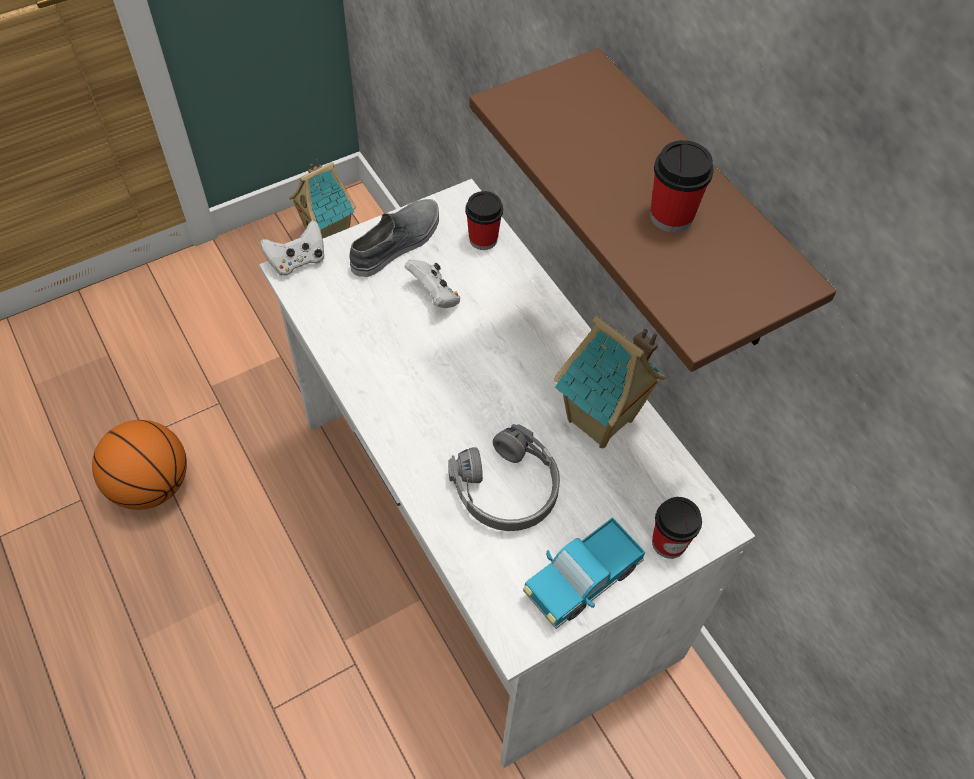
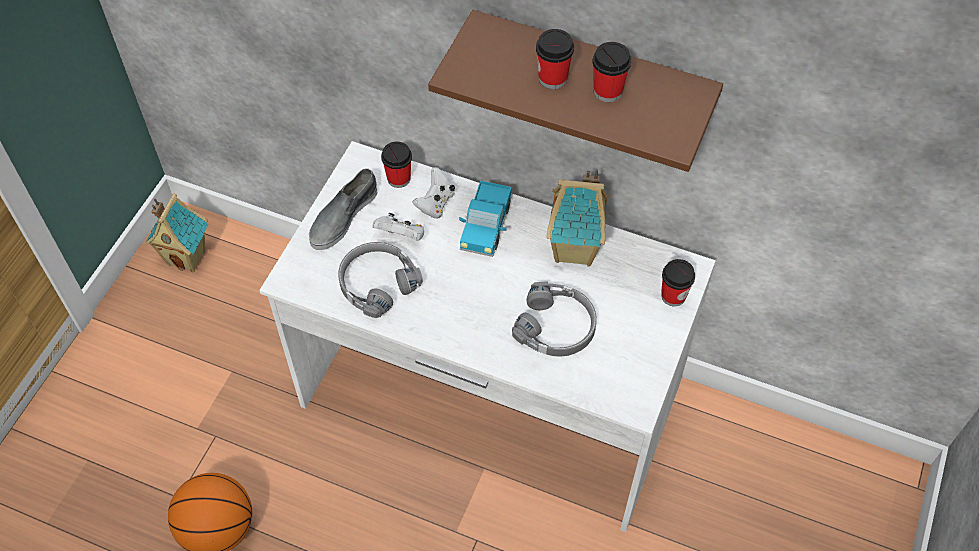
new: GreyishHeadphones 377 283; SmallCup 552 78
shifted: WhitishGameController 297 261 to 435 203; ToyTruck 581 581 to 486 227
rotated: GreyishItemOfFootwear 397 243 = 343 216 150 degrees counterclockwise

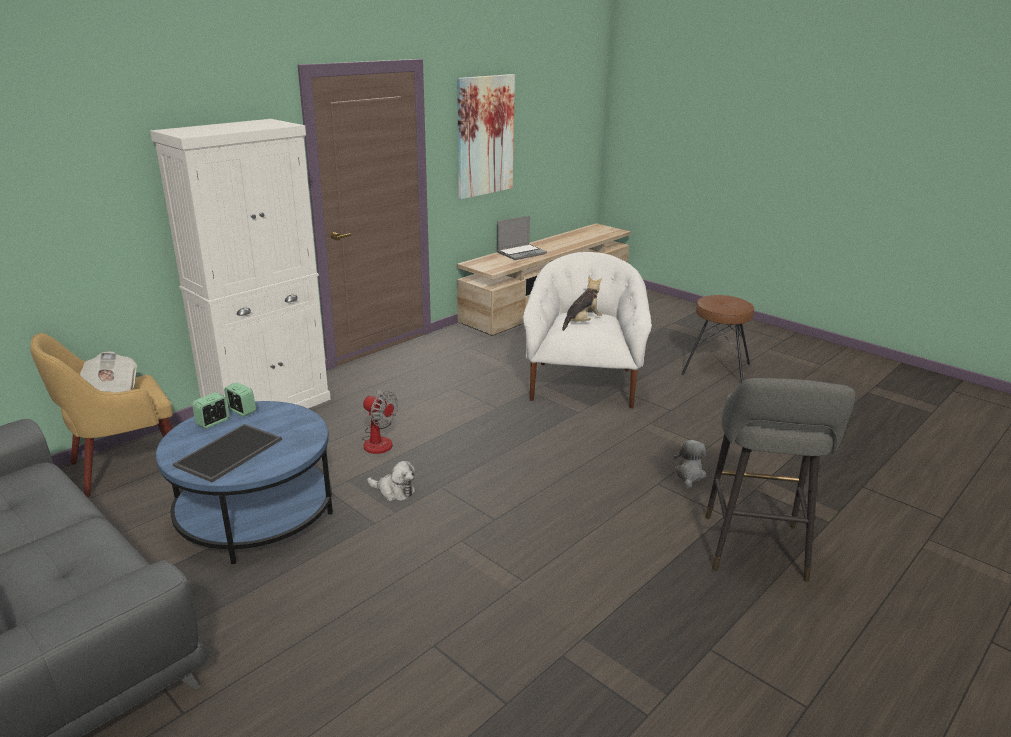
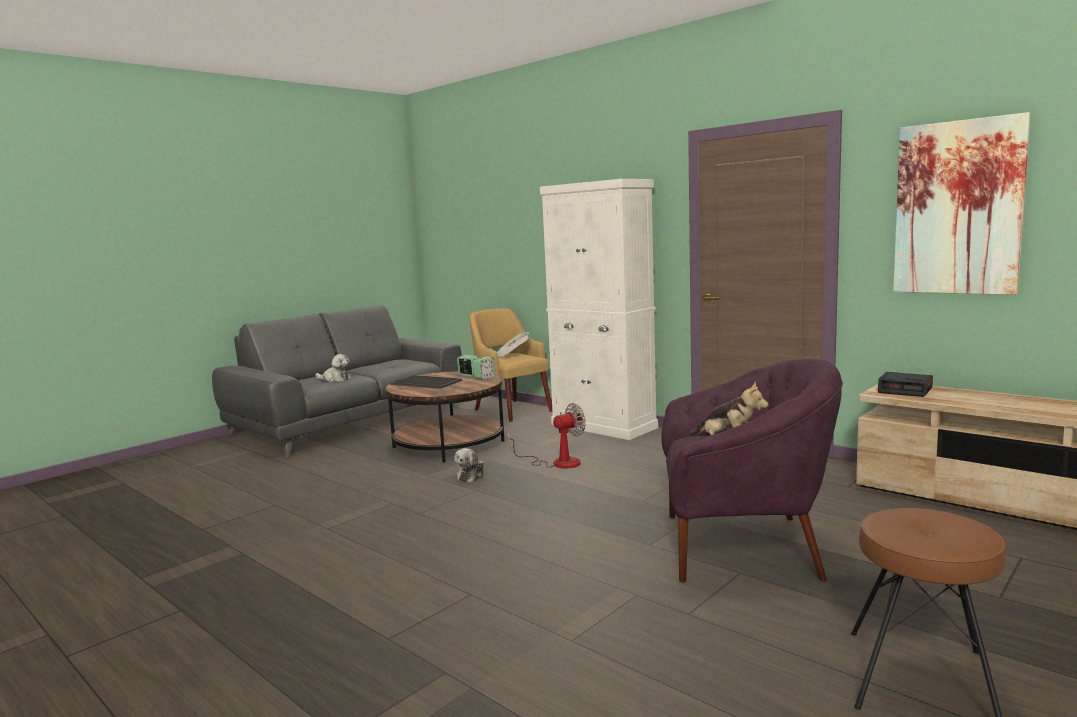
gone: NotebookComputer 521 253; GreyishStool 755 552
new: AlarmClock 905 390
shifted: CuddlyToy 689 475 to 335 379
repainted: BlueCoffeeTable 255 513 to BrownishCoffeeTable 448 444; WhitishEasyChair 582 384 to PurpleEasyChair 742 546
rotated: ElectricFan 379 440 = 557 463 150 degrees counterclockwise

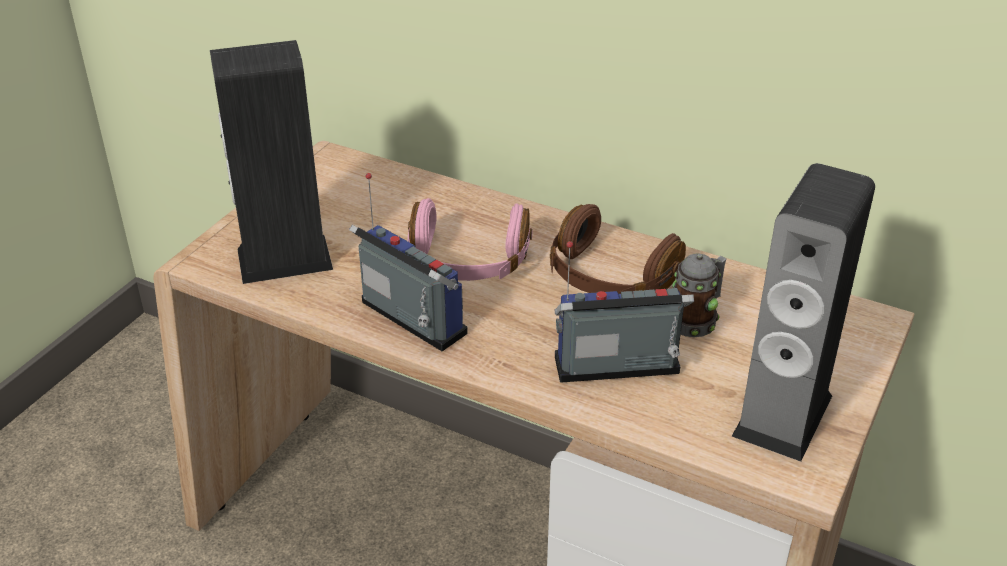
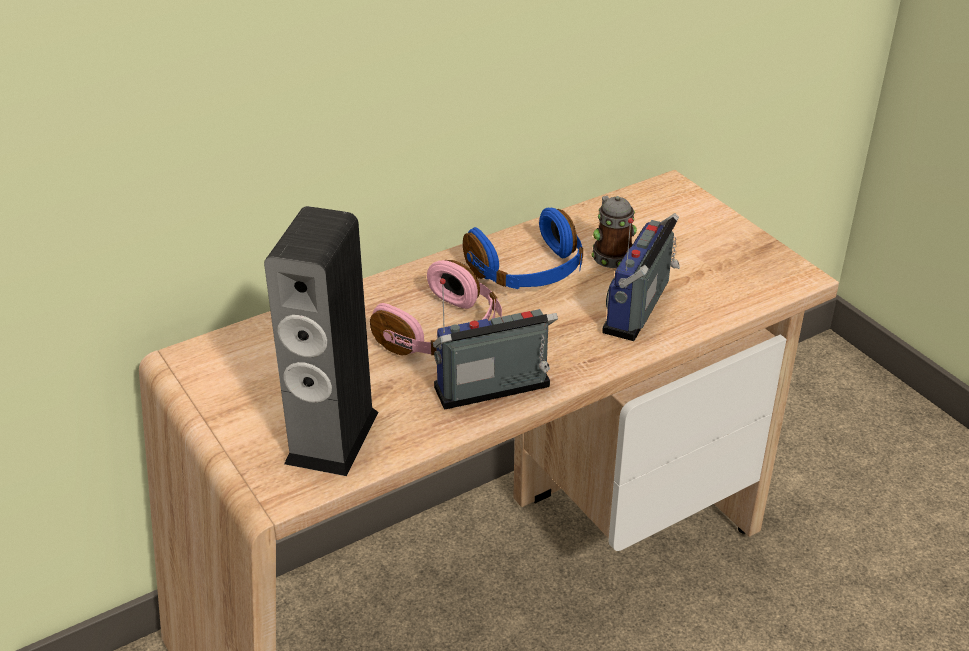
gone: Speaker 782 415
repainted: BrownishHeadphones 608 278 to BlueHeadphones 528 272

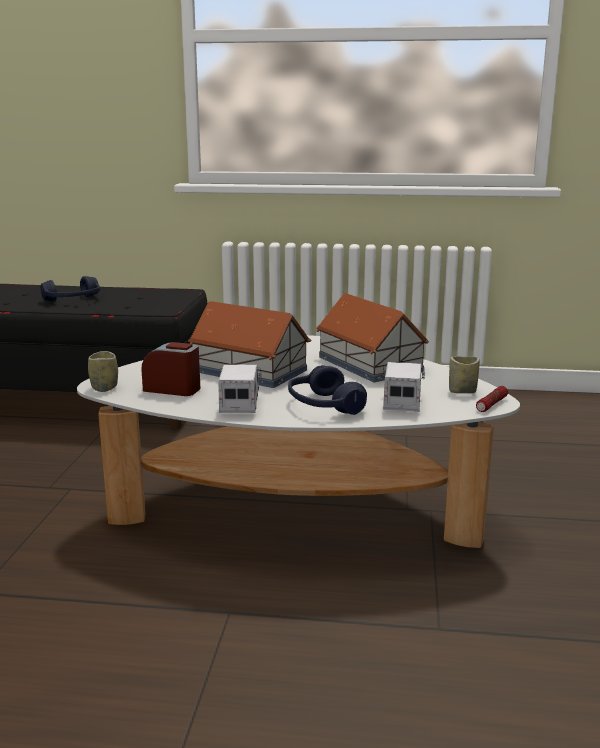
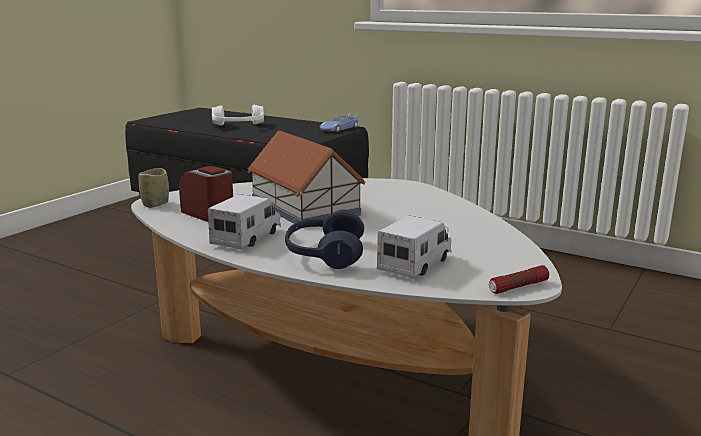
gone: ModelHouse 370 364; SmallCup 462 391
new: MiniatureCar 339 128
repainted: BlueHeadphones 73 300 to WhitishHeadphones 238 126

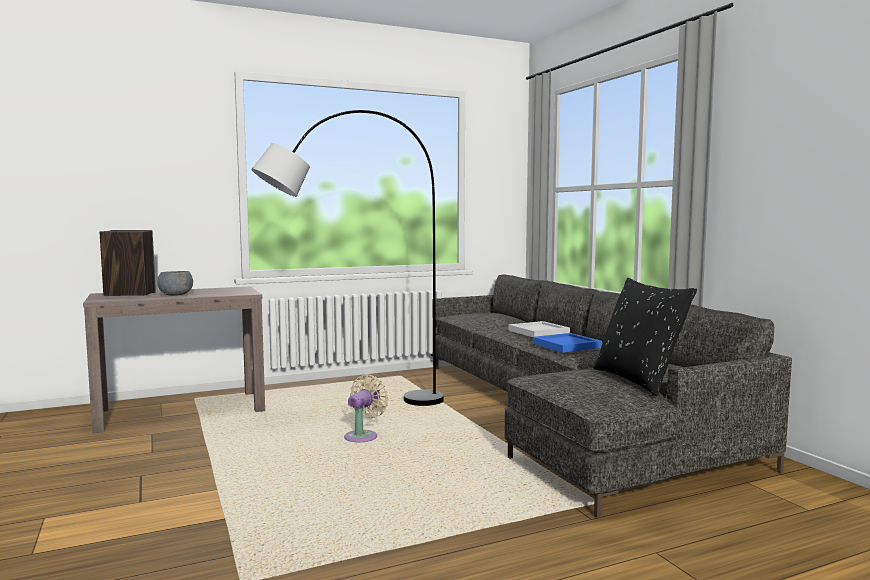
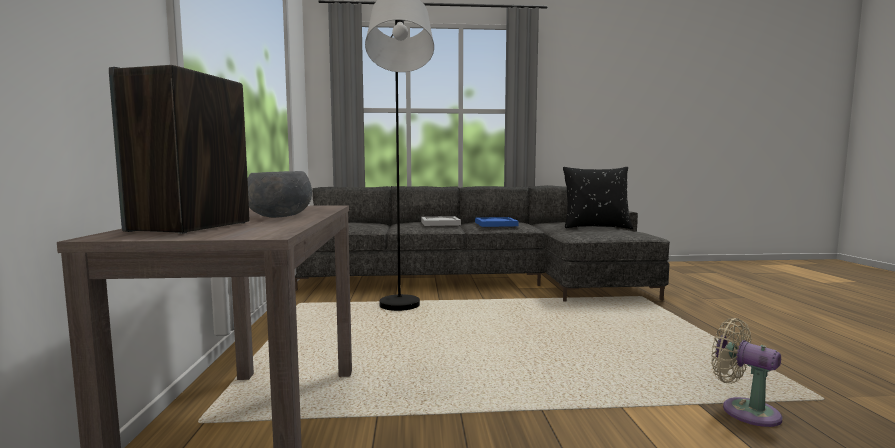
shifted: BeigeColouredElectricFan 363 436 to 744 410

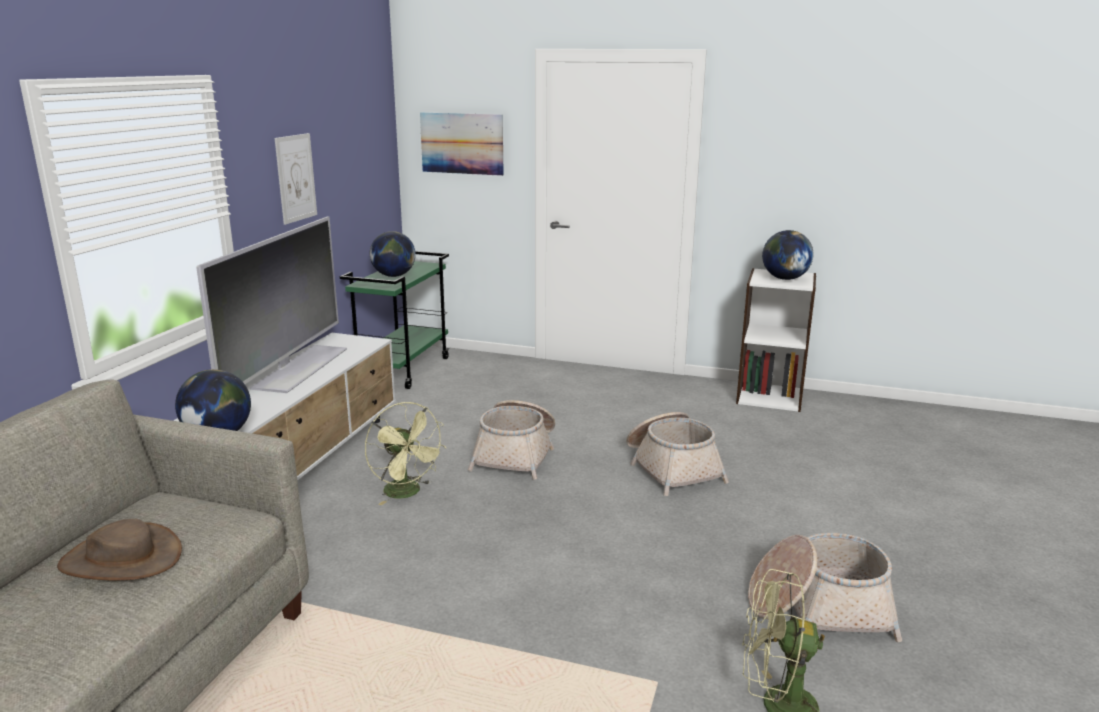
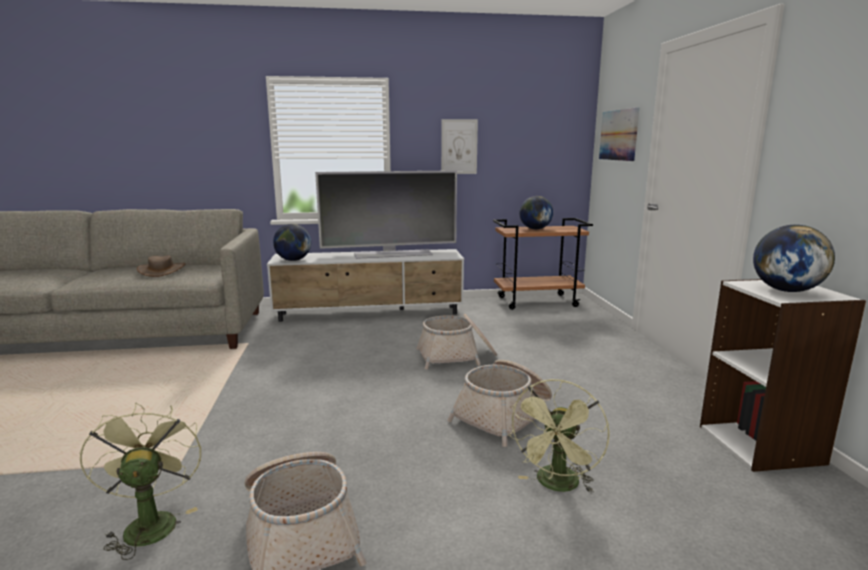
shifted: GreenishElectricFan 407 493 to 557 486
repainted: GreenishTrolley 403 369 to BrownishTrolley 537 301

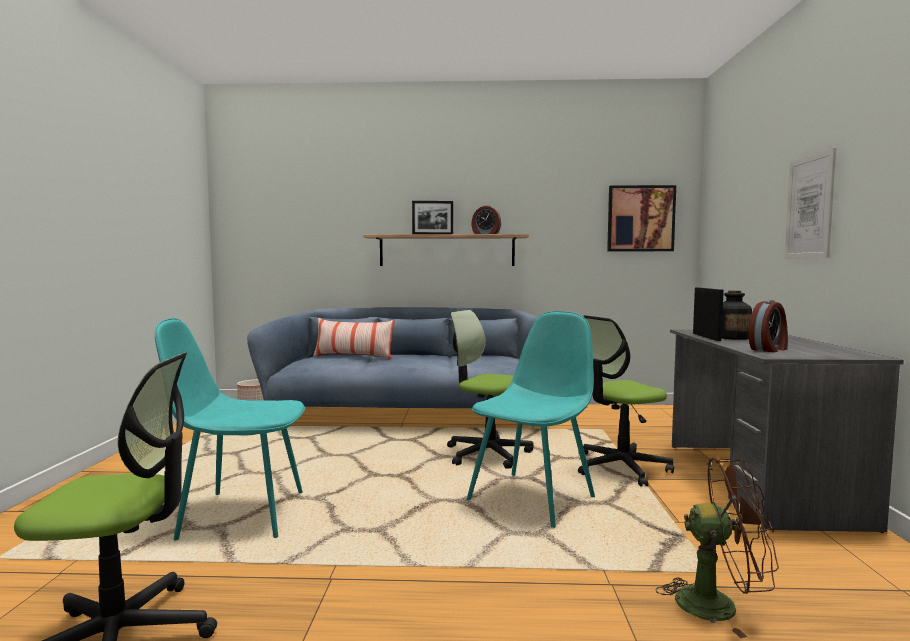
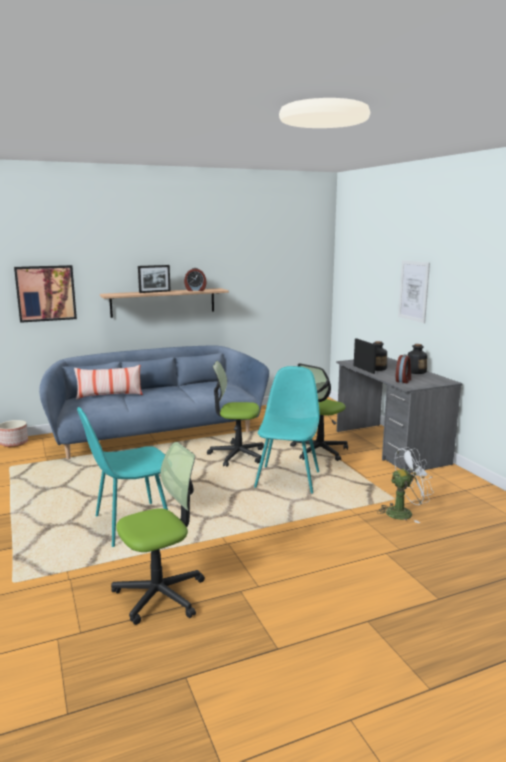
new: DrinkBottle 415 371
shifted: WallPicture 640 218 to 46 293
repainted: BrownishElectricFan 719 605 to WhitishElectricFan 404 512

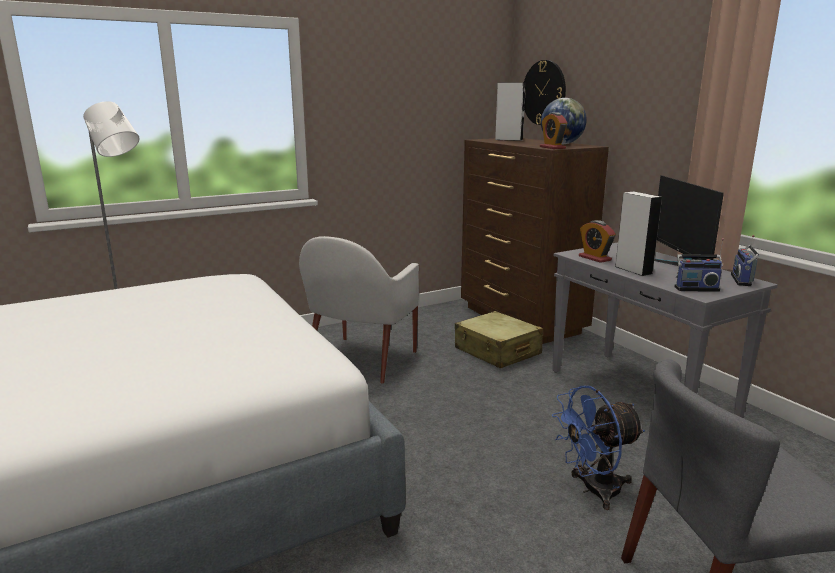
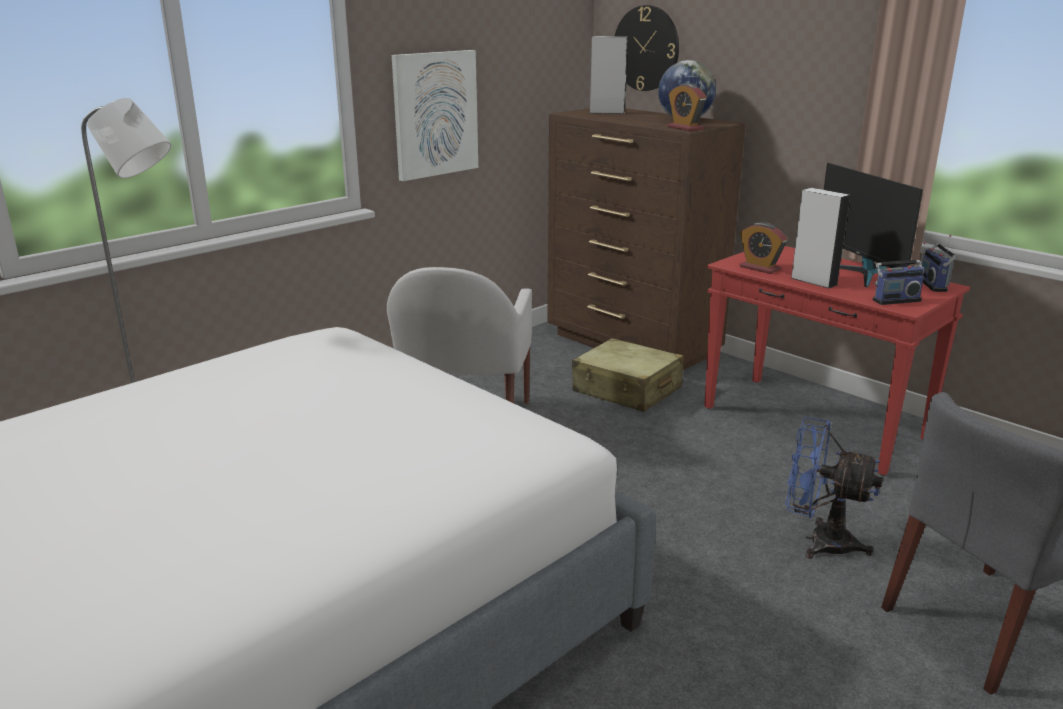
new: WallPicture 435 114
repainted: GreyishConsoleTable 641 394 to ReddishConsoleTable 815 423
rotated: BlueElectricFan 593 490 = 819 541 60 degrees clockwise

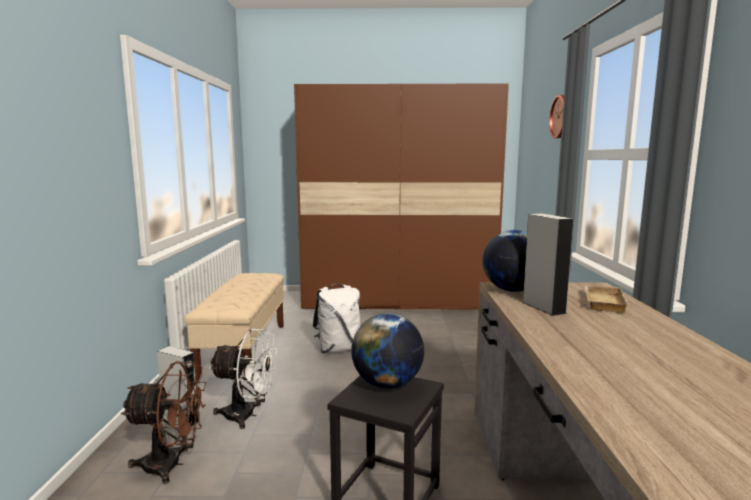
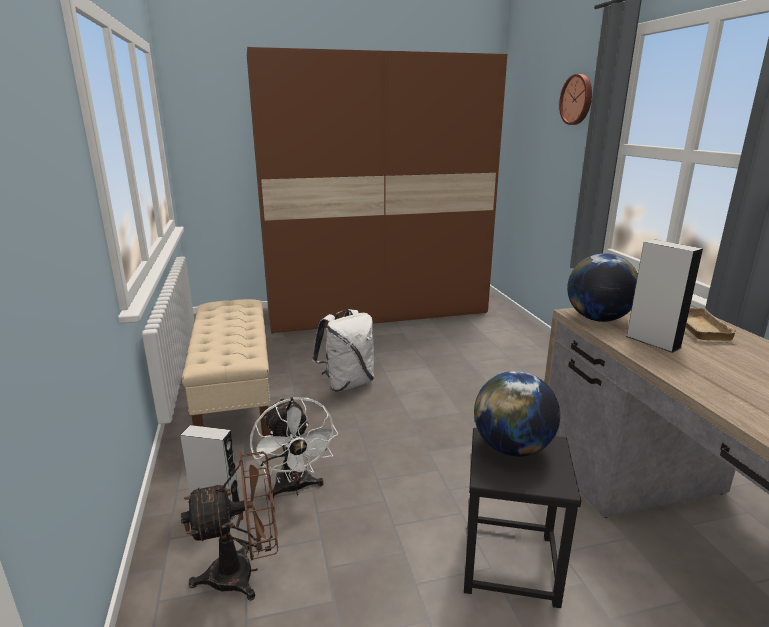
rotated: WhitishElectricFan 247 415 = 295 488 75 degrees clockwise

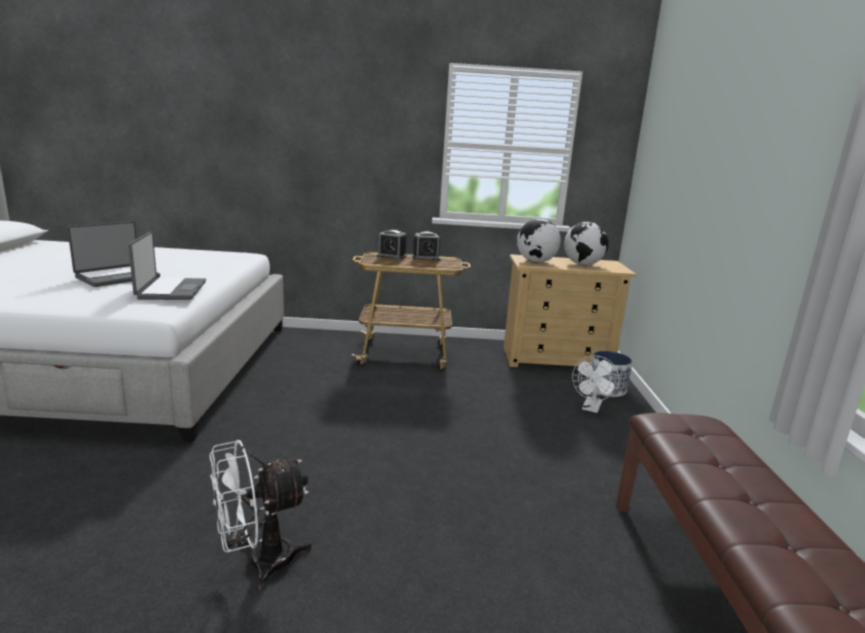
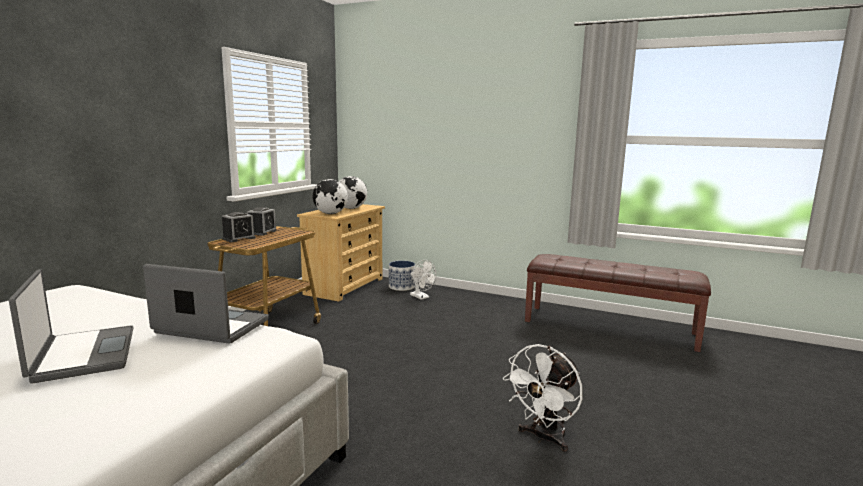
rotated: WhitishElectricFan 258 563 = 544 438 45 degrees clockwise

